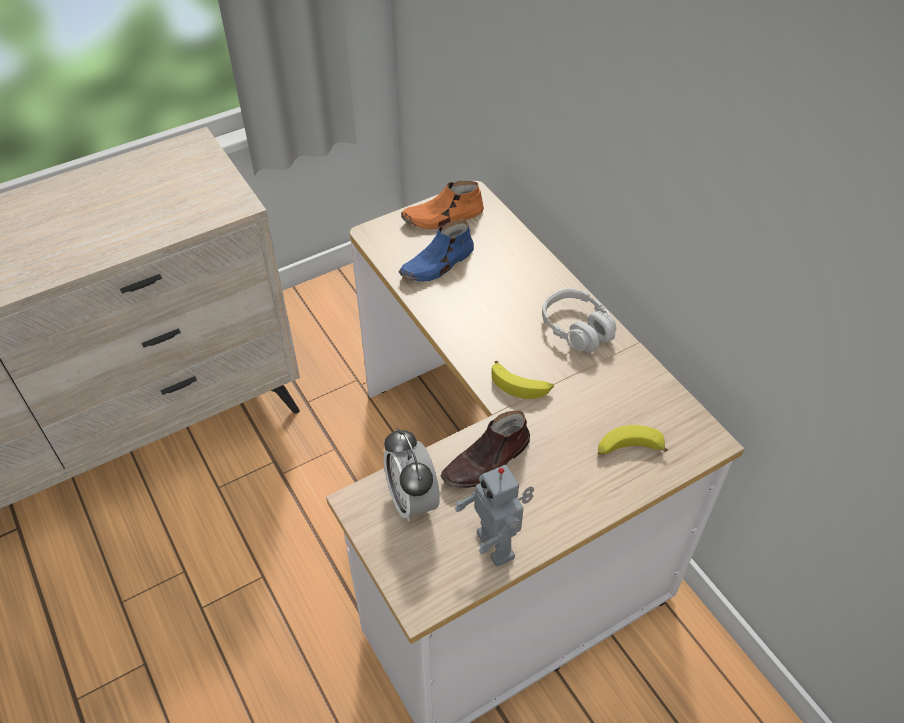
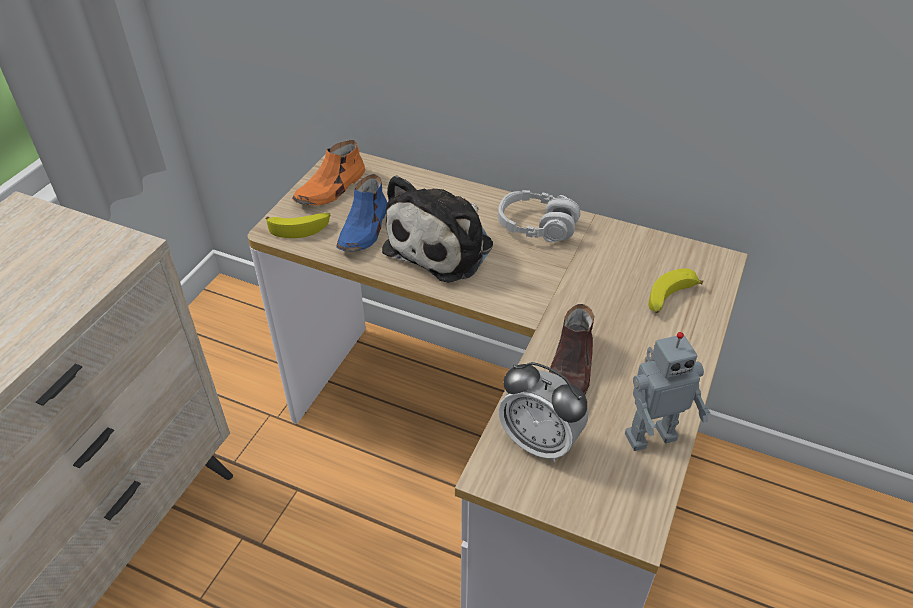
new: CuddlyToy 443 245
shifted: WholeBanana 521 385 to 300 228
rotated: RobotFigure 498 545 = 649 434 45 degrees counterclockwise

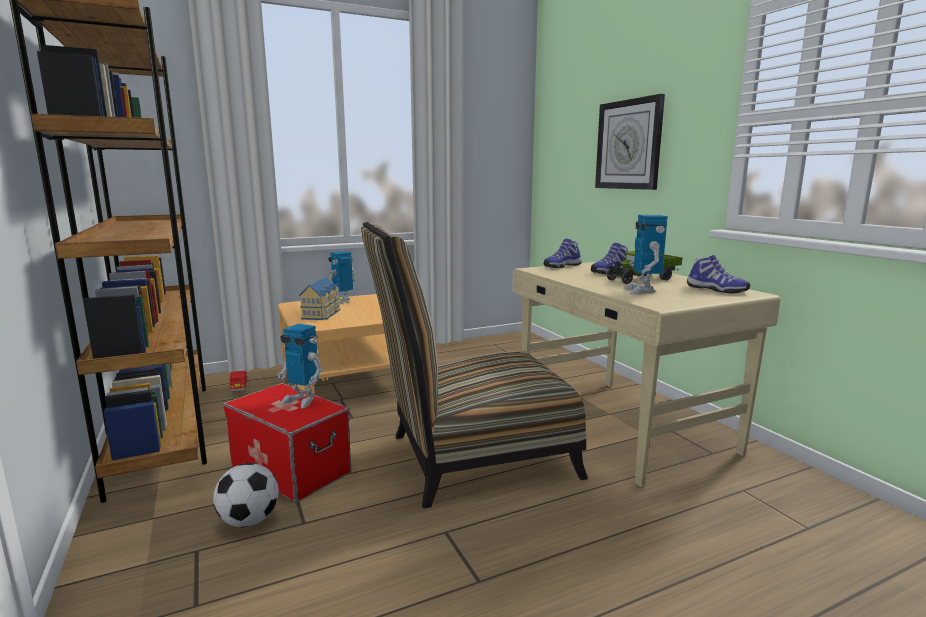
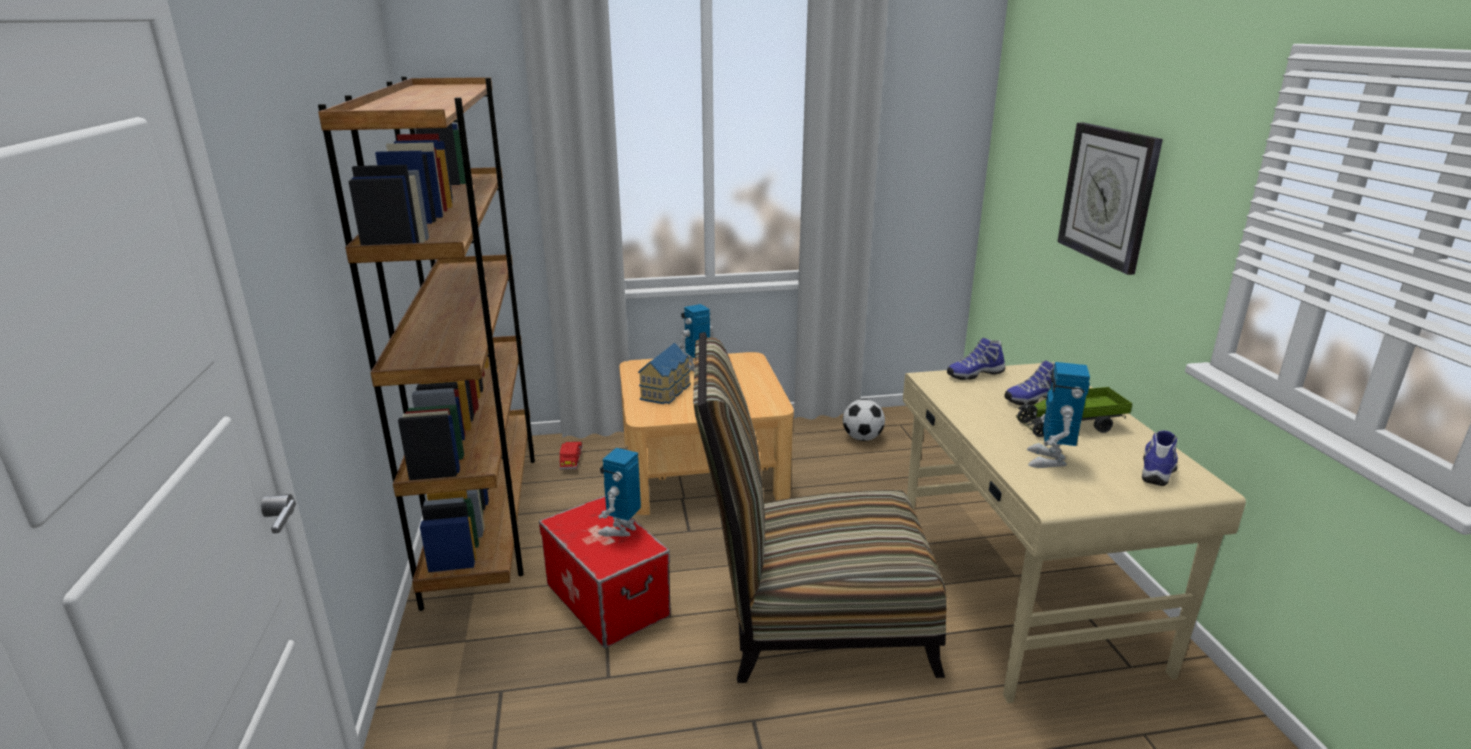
shifted: Football 249 520 to 862 438
rotated: RobotFigure 302 400 = 621 529 75 degrees clockwise; ItemOfFootwear 715 290 = 1158 470 120 degrees counterclockwise

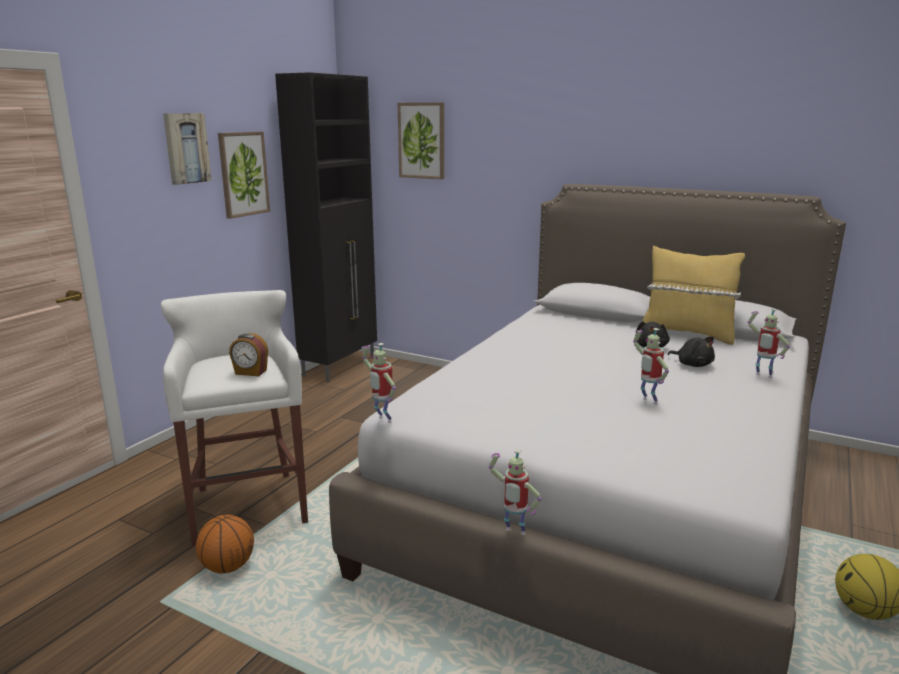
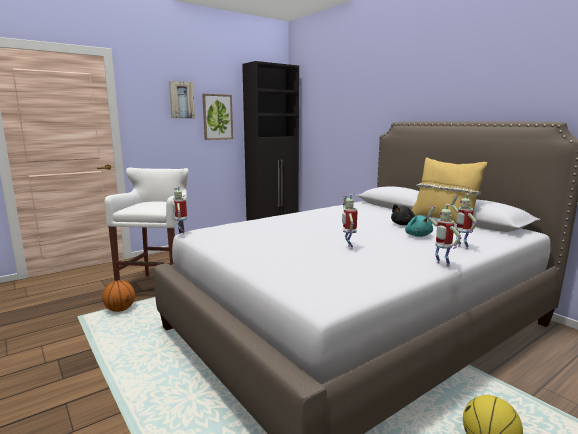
gone: AlarmClock 250 372; WallPicture 422 140
shifted: RobotFigure 514 533 to 441 264
repainted: BlackishCuddlyToy 693 364 to BlueGreenCuddlyToy 417 235

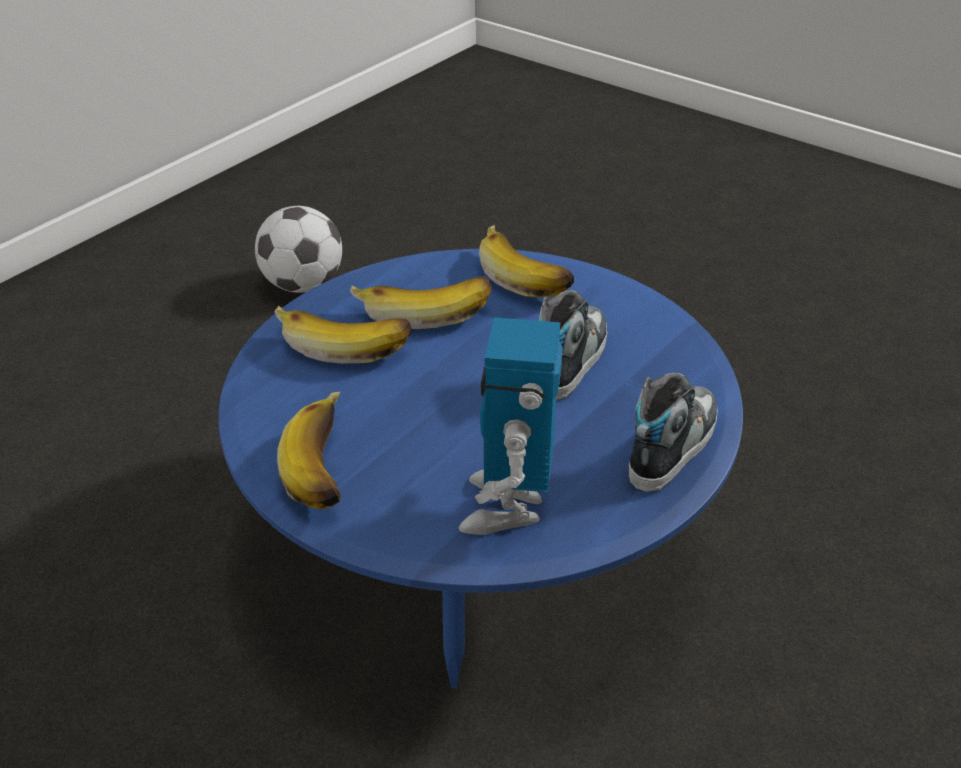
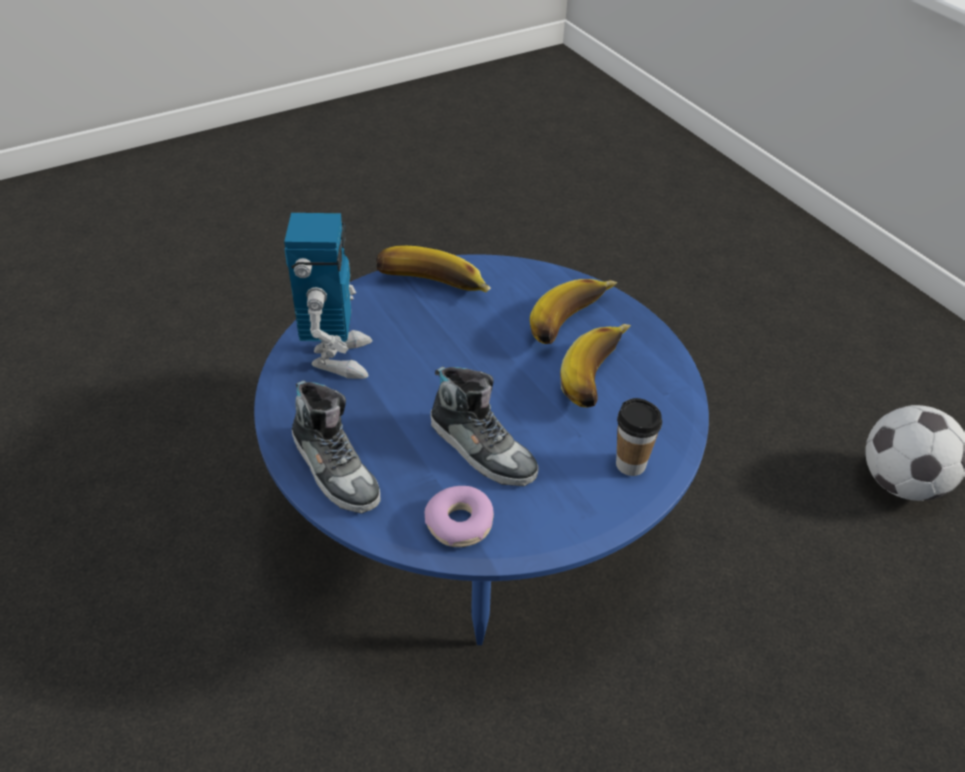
new: RingDoughnut 460 524
swapped: WholeBanana 527 276 to SmallCup 630 464
rotated: RobotFigure 508 507 = 337 357 60 degrees clockwise

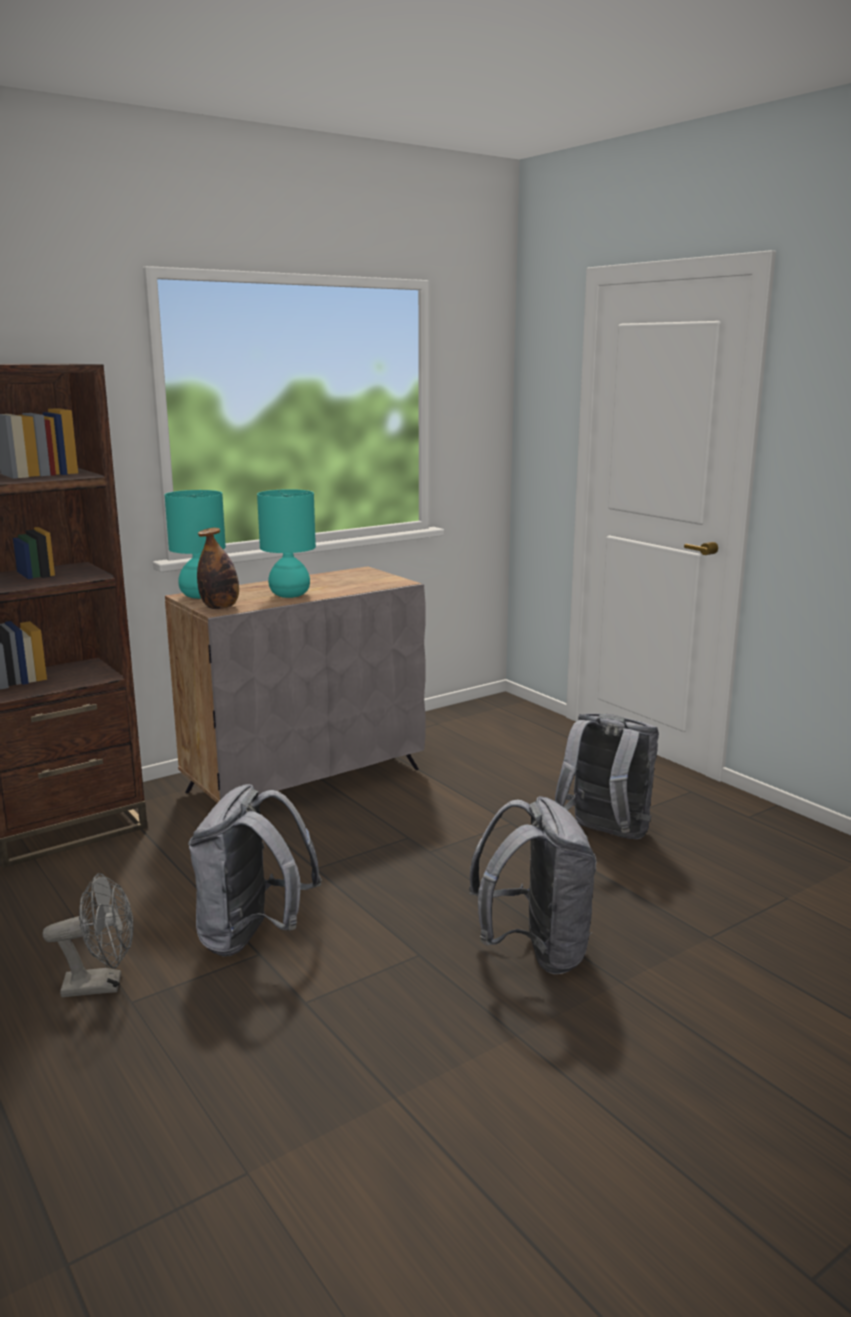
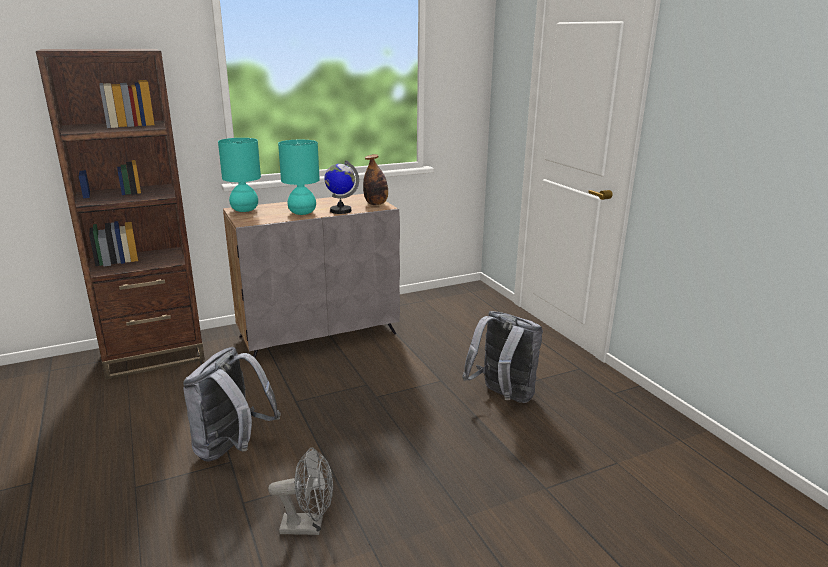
gone: GreyishKnapsack 535 952
new: Globe 340 211
shifted: GreyishElectricFan 102 984 to 309 526; DrinkBottle 220 607 to 376 204

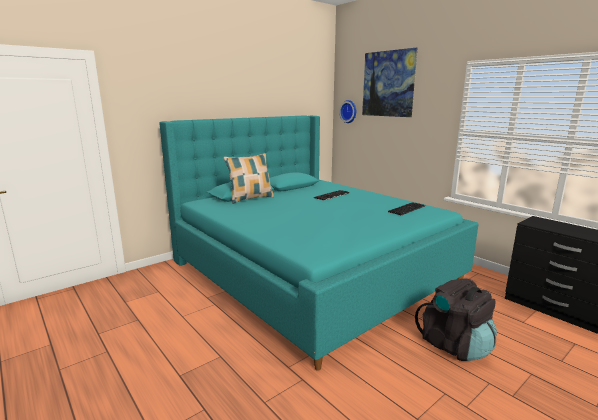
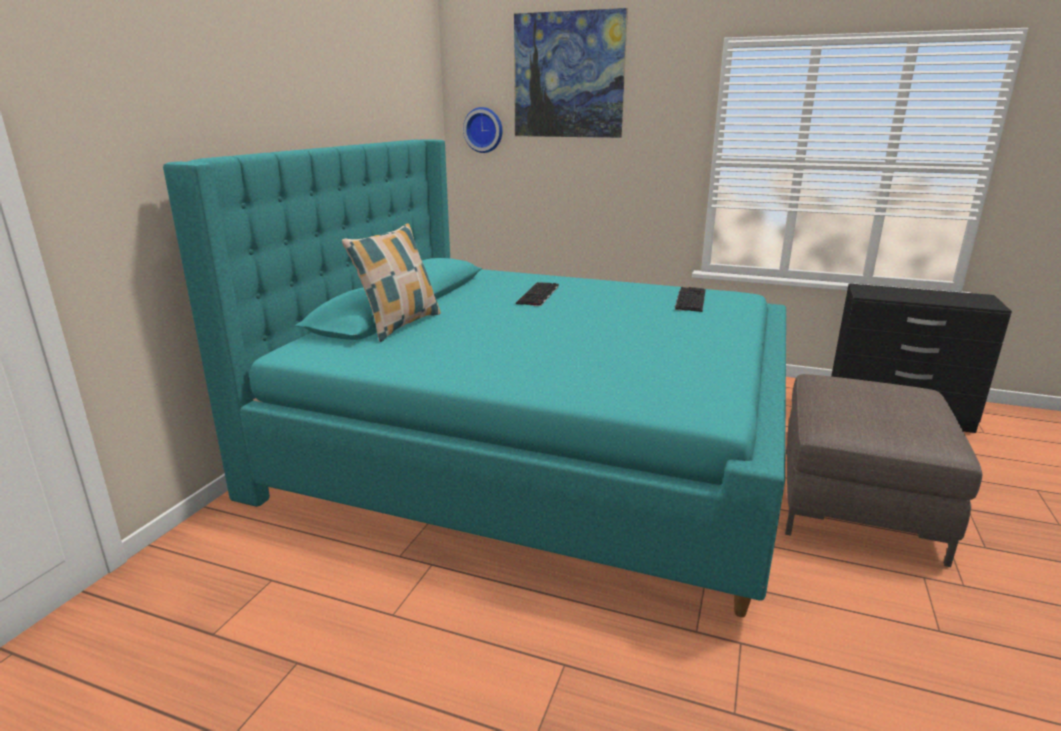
swapped: BlackishKnapsack 454 345 to BrownishFootrest 856 501

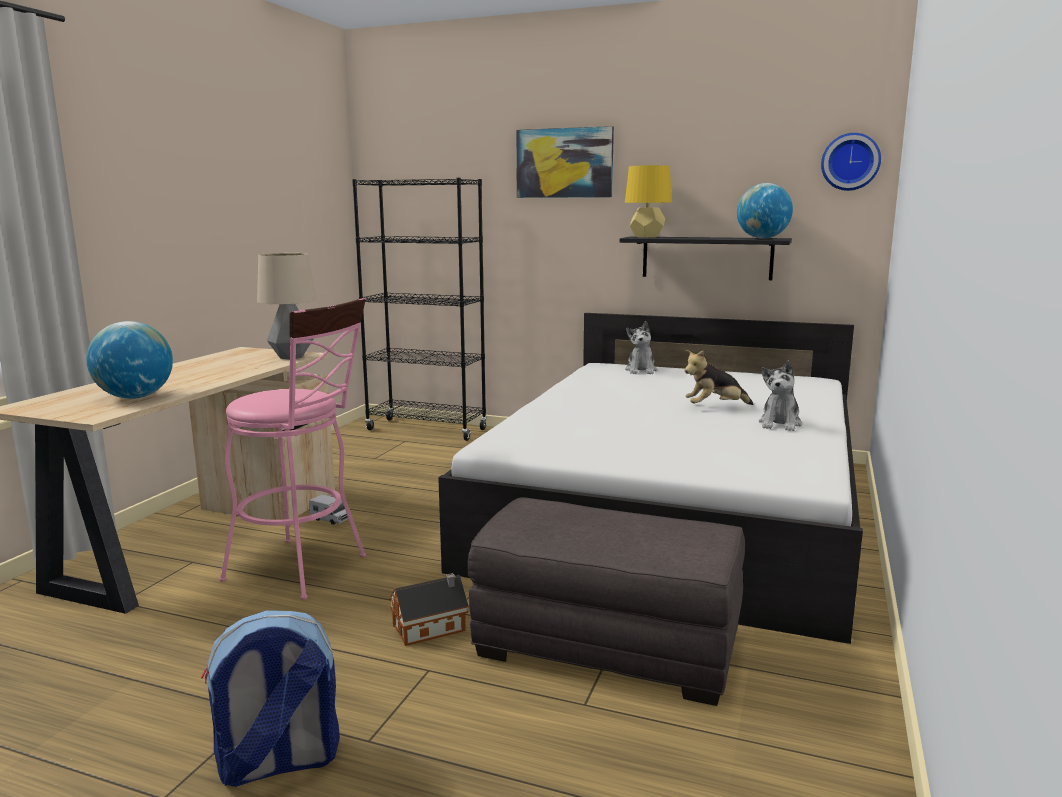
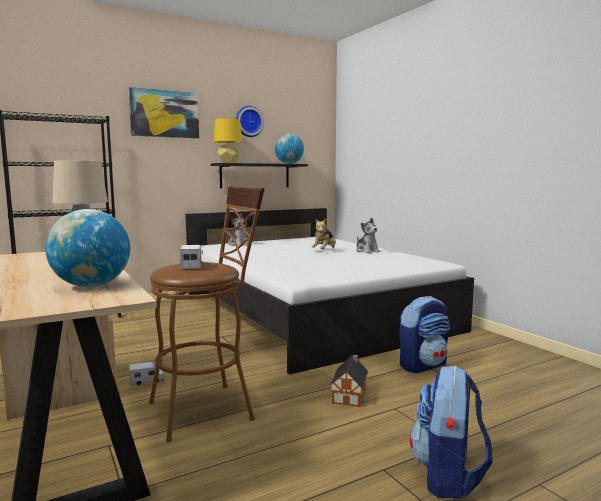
new: ToyTruck 191 266
shifted: WallClock 850 162 to 248 121
swapped: GreyishFootrest 609 646 to Knapsack 423 365
repainted: PinkStool 305 569 to BrownishStool 209 408

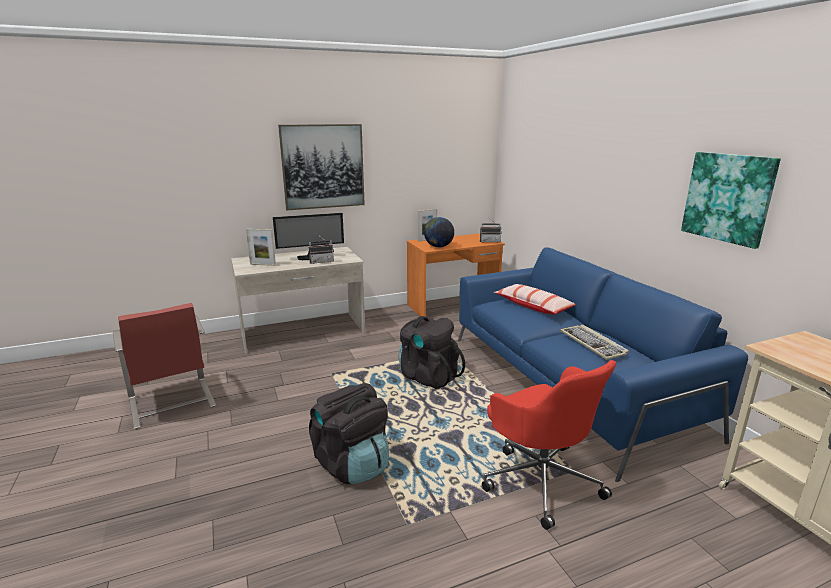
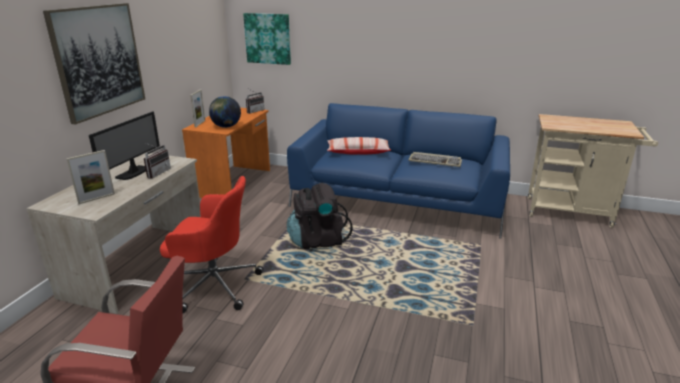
gone: BlackishKnapsack 352 464
shifted: ReddishOfficeChair 540 479 to 214 285; WallPicture 728 197 to 268 38

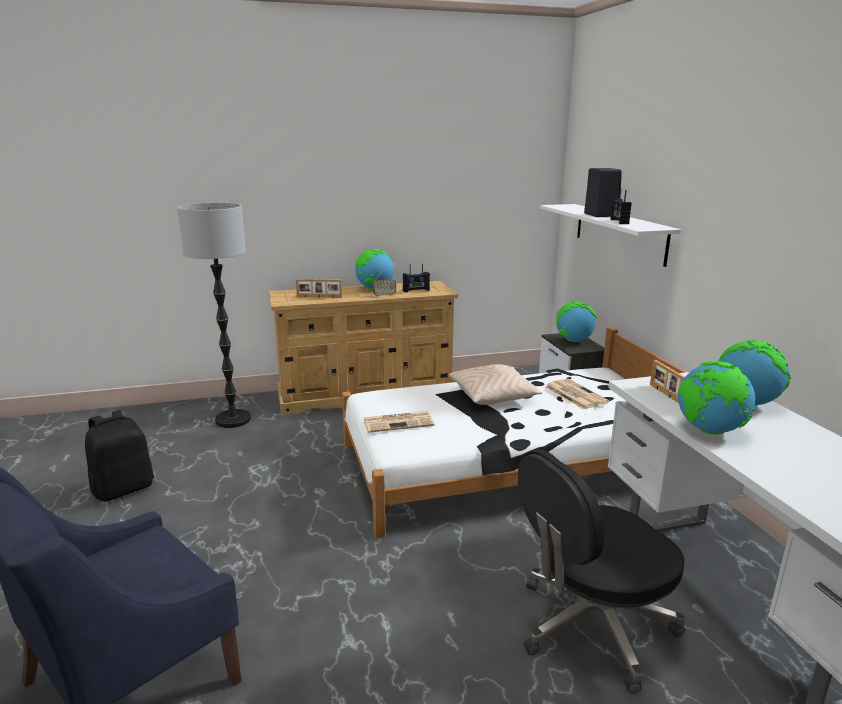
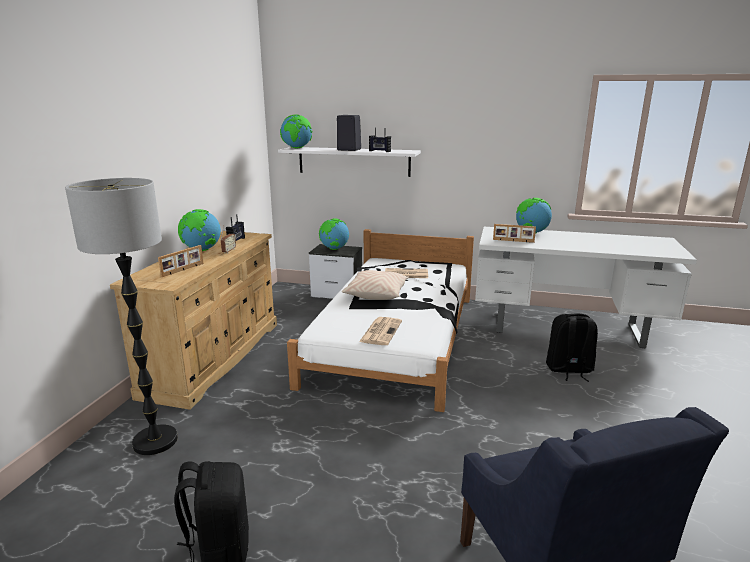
shifted: Globe 709 431 to 297 148
swapped: BlackishOfficeChair 592 626 to BlackishKnapsack 569 370

